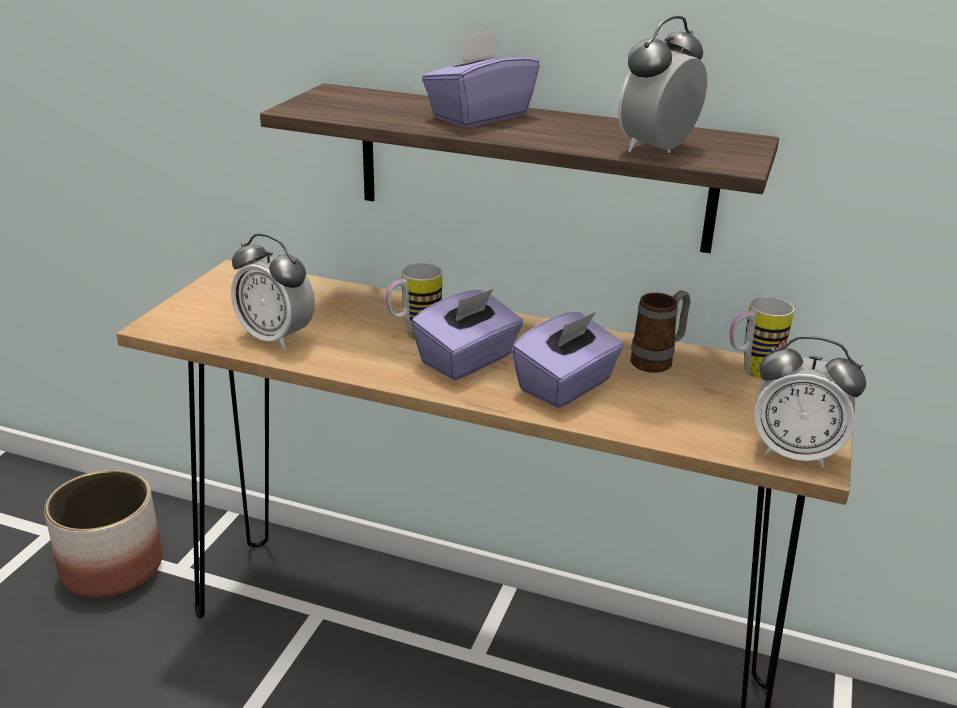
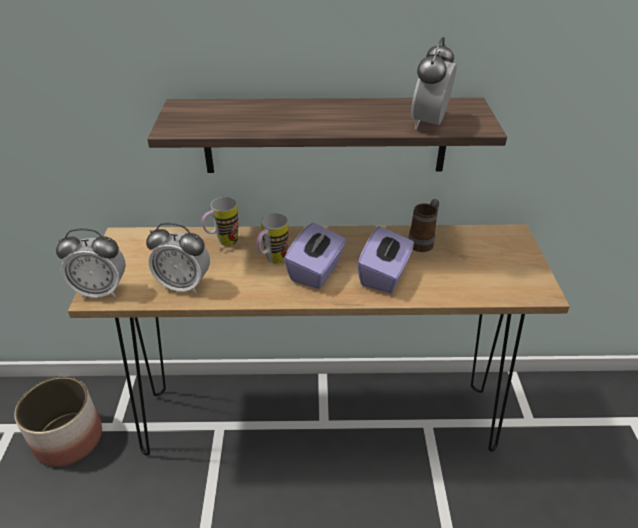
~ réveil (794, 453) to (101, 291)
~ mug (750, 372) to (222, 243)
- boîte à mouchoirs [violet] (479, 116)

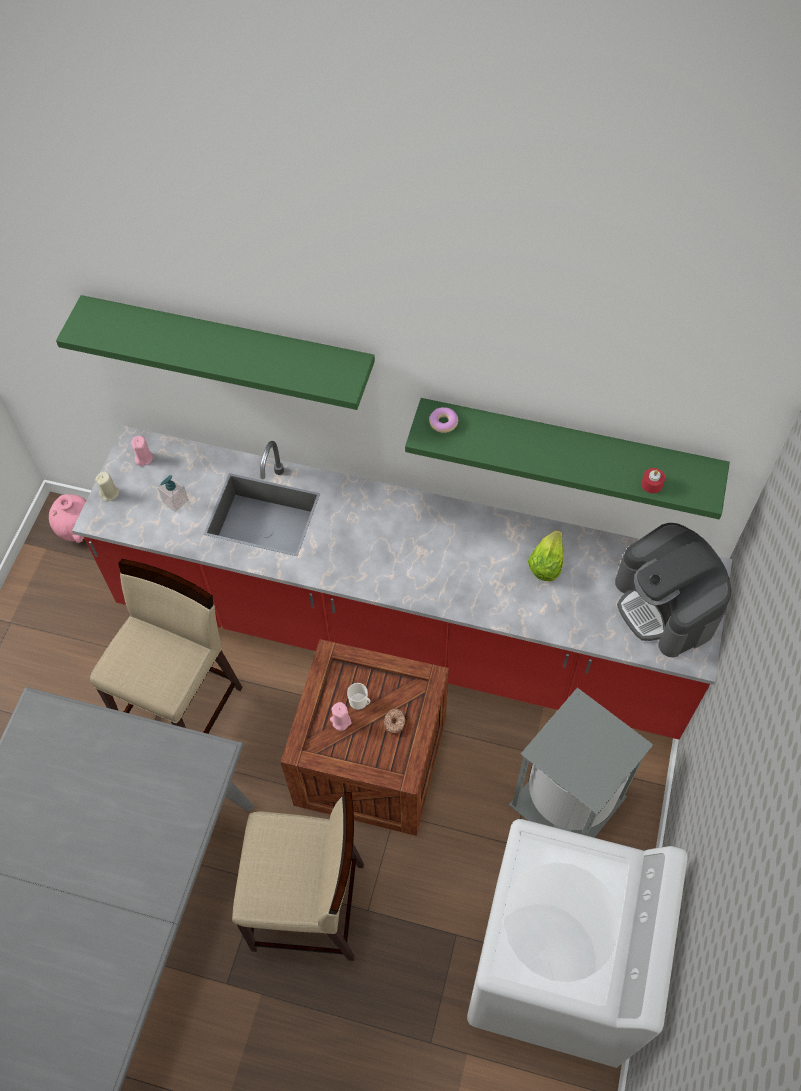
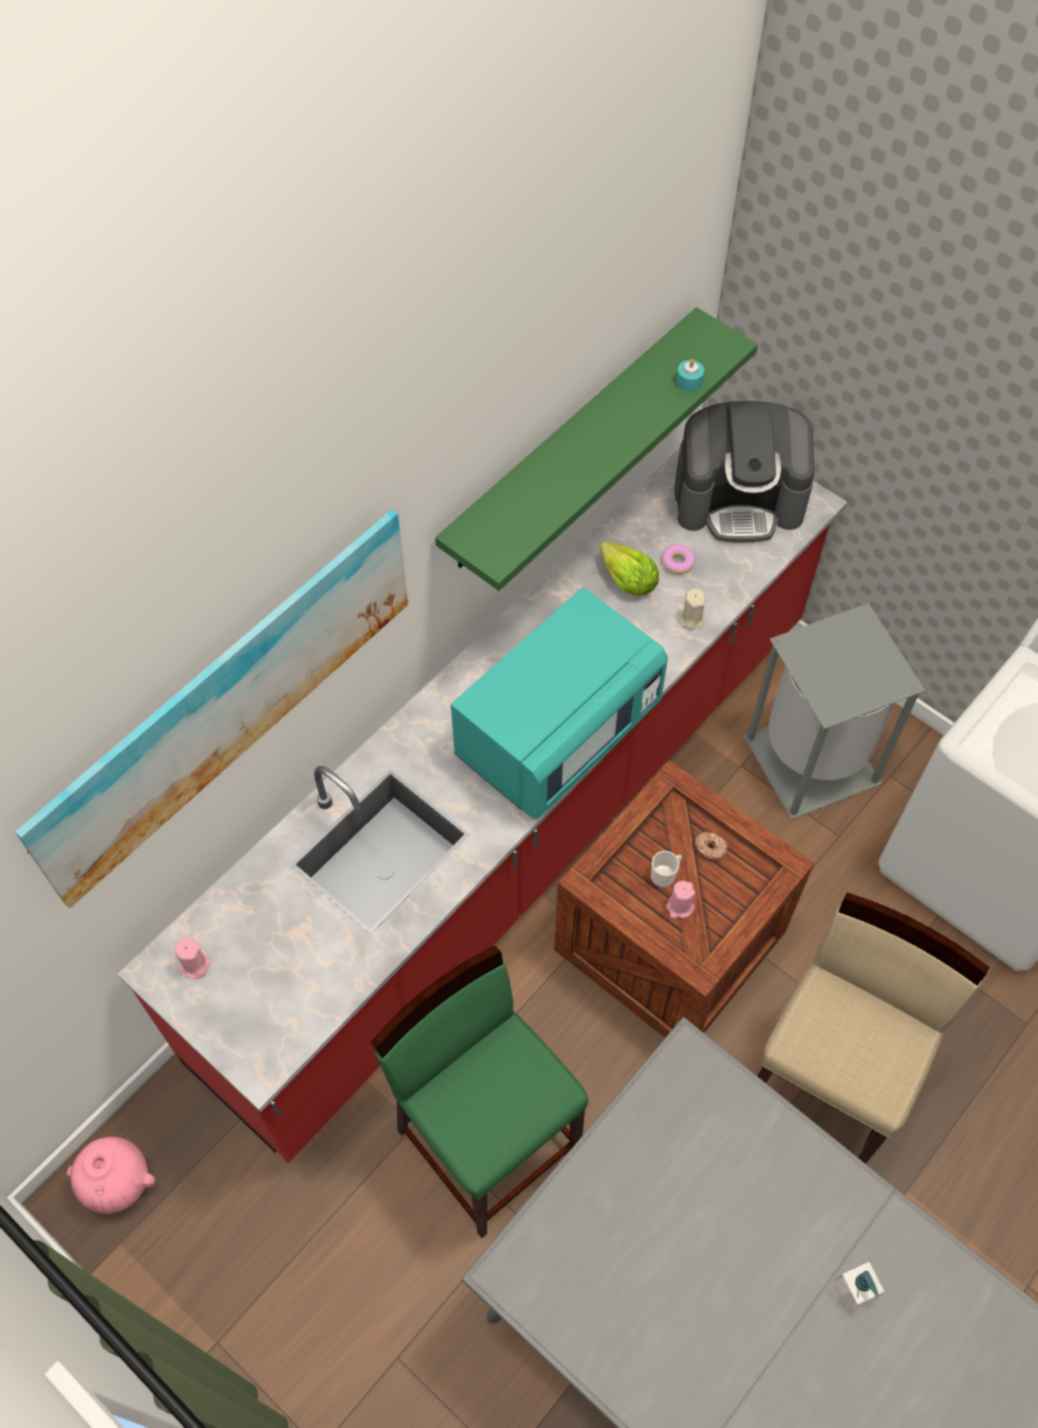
~ étagère [vert] (228, 343) to tableau (224, 699)
~ tabouret [beige] (184, 709) to tabouret [vert] (488, 1139)
+ micro-ondes [turquoise] (557, 731)
~ beignet (443, 422) to (677, 562)
~ bougie [rouge] (652, 484) to bougie [turquoise] (689, 382)
~ bougie [beige] (110, 493) to (691, 619)
~ distributeur de savon (175, 501) to (854, 1290)

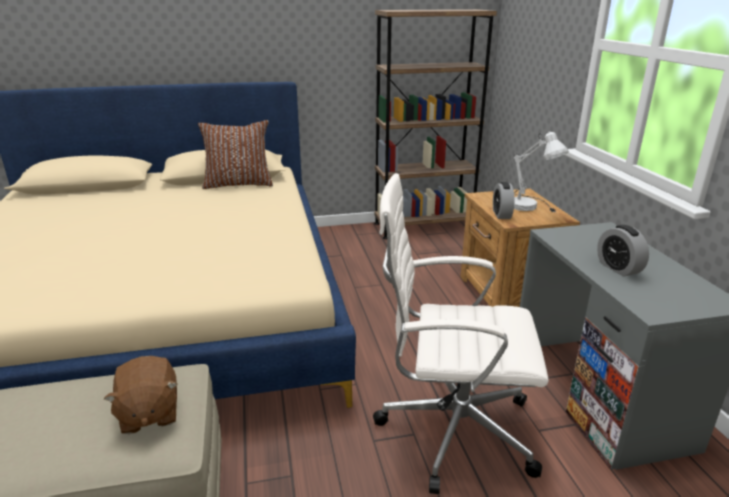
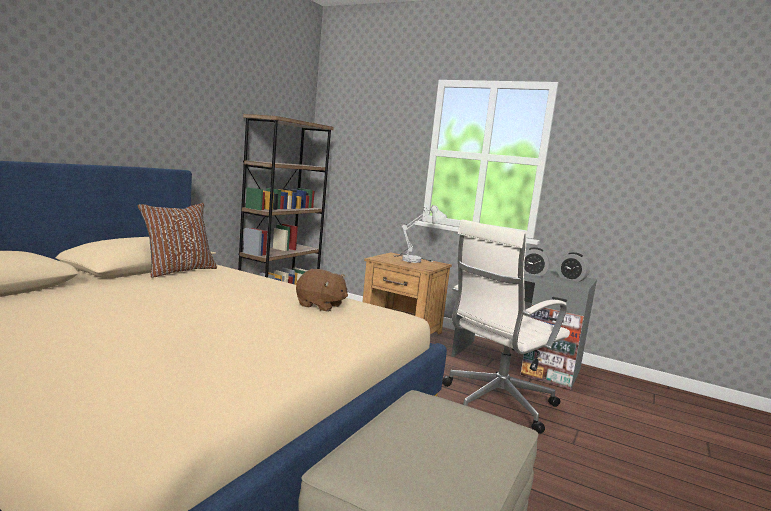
~ peluche [marron] (149, 414) to (320, 306)
~ réveil (501, 214) to (571, 279)

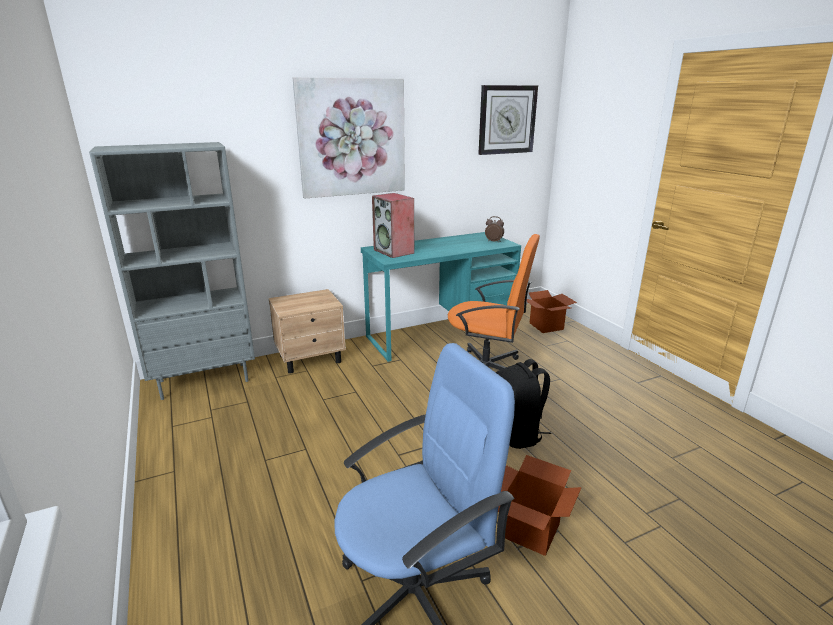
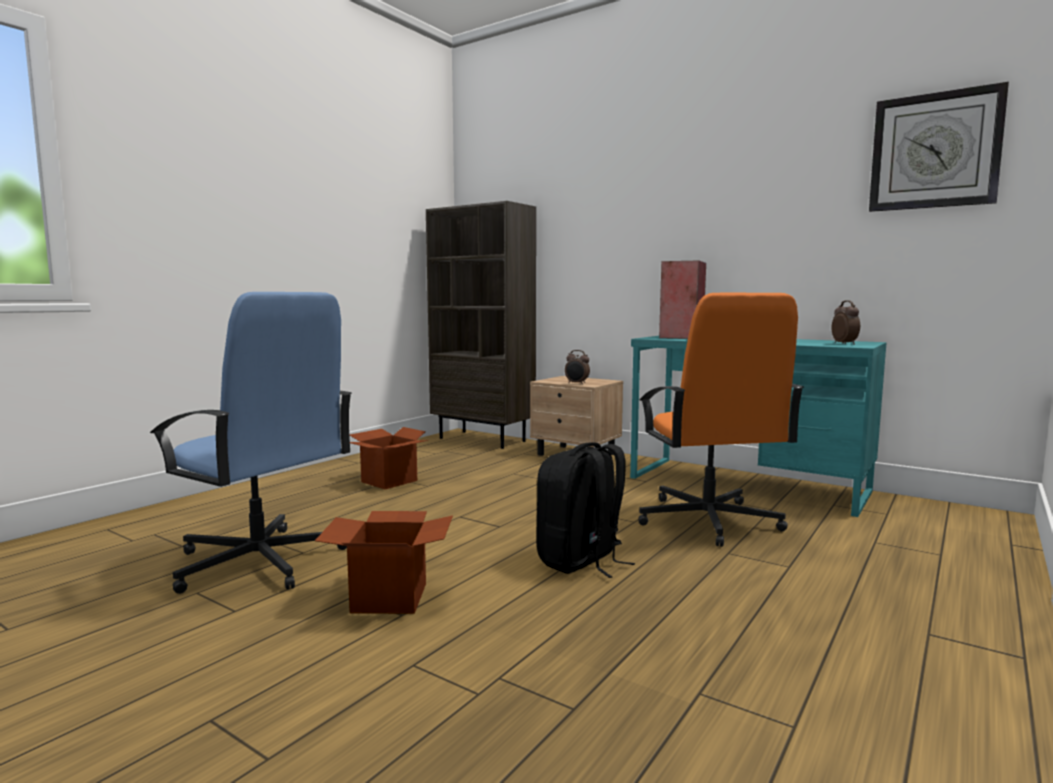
~ carton (546, 326) to (389, 481)
~ bibliothèque [gris] (205, 380) to bibliothèque [marron] (483, 439)
+ réveil (577, 383)
- tableau (352, 138)

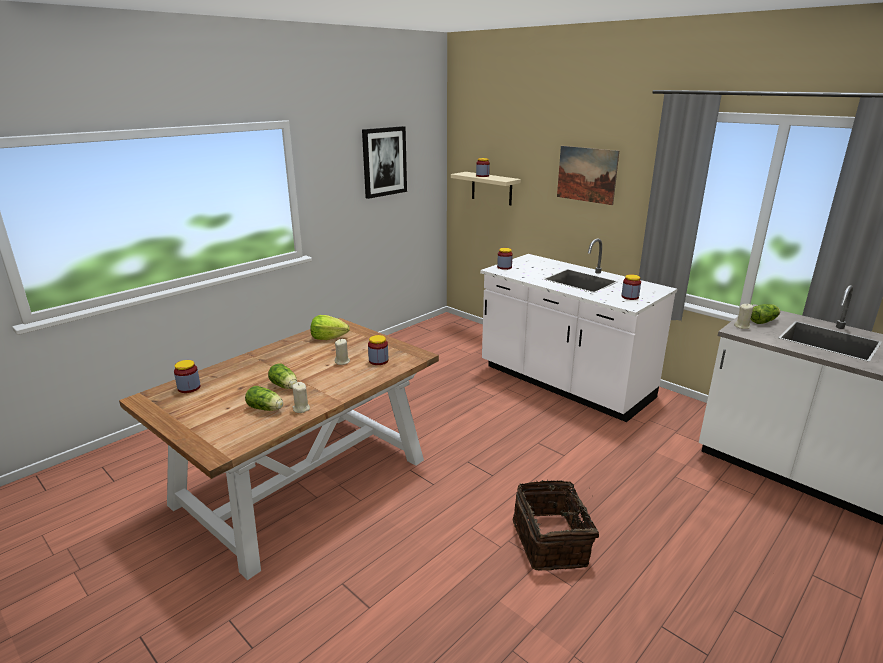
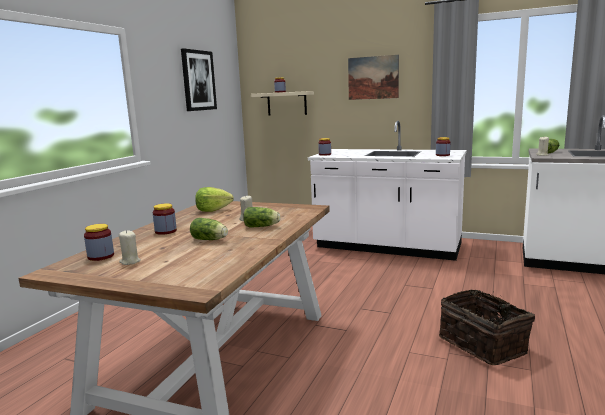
~ bougie [beige] (301, 408) to (130, 262)
~ bocal (378, 361) to (165, 231)
~ laitue (266, 409) to (262, 226)

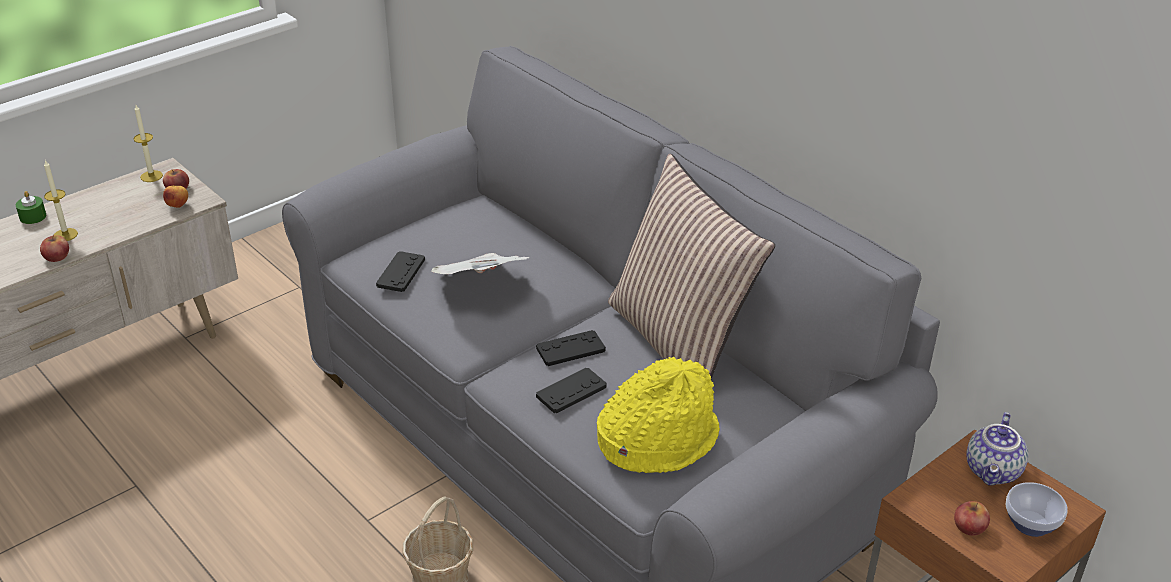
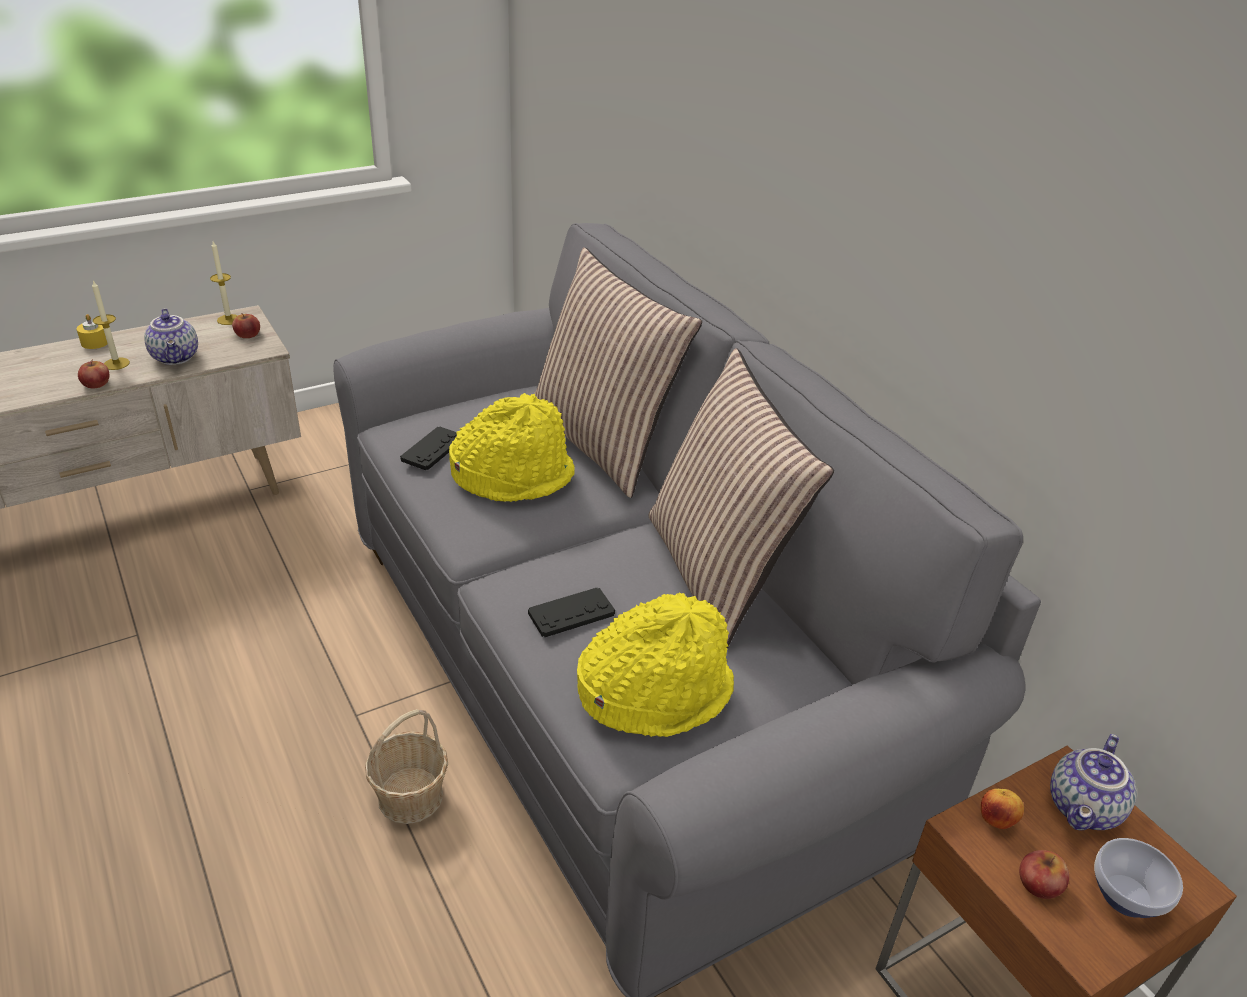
~ bougie [vert] (33, 217) to bougie [jaune] (95, 342)
+ théière (176, 357)
~ journal (481, 285) to chapeau [jaune] (513, 475)
+ coussin (603, 442)
~ pomme (178, 206) to (996, 820)
- manette [noir] (570, 349)

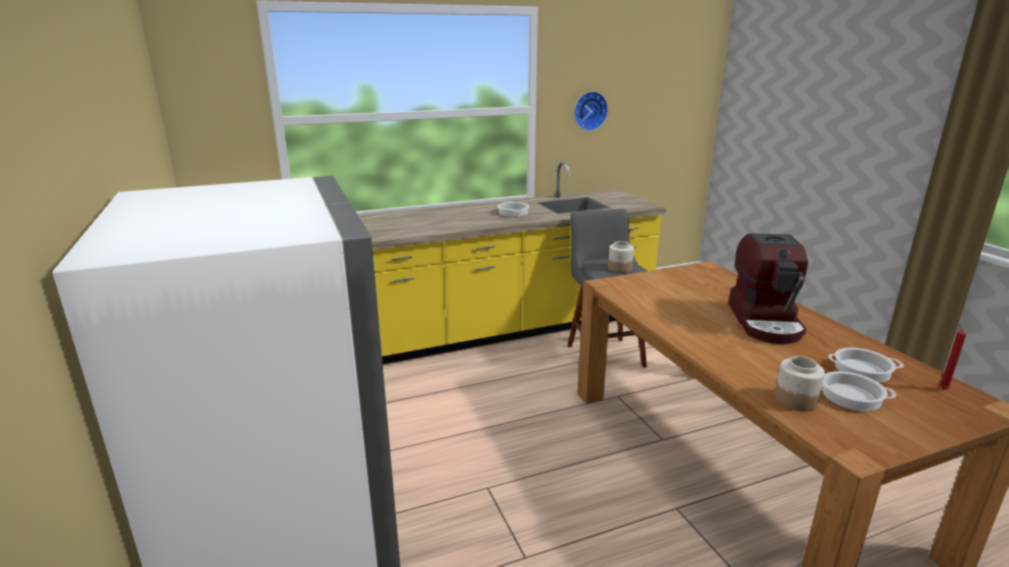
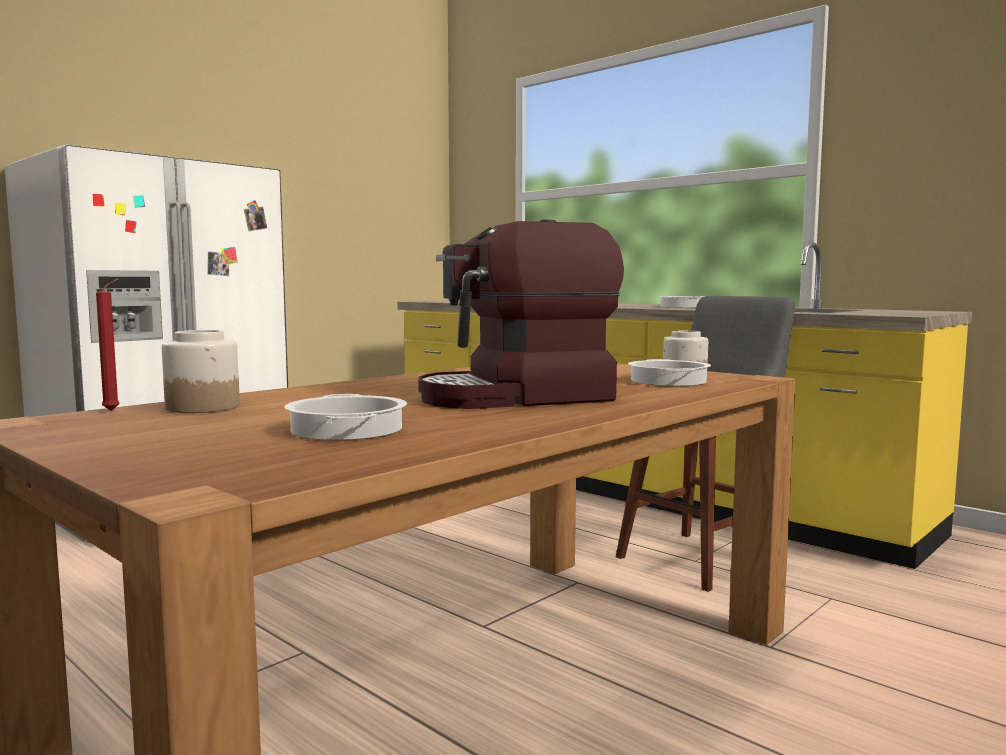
~ bougie [rouge] (942, 388) to (114, 411)
~ marmite (851, 396) to (669, 381)
- horloge murale (589, 111)

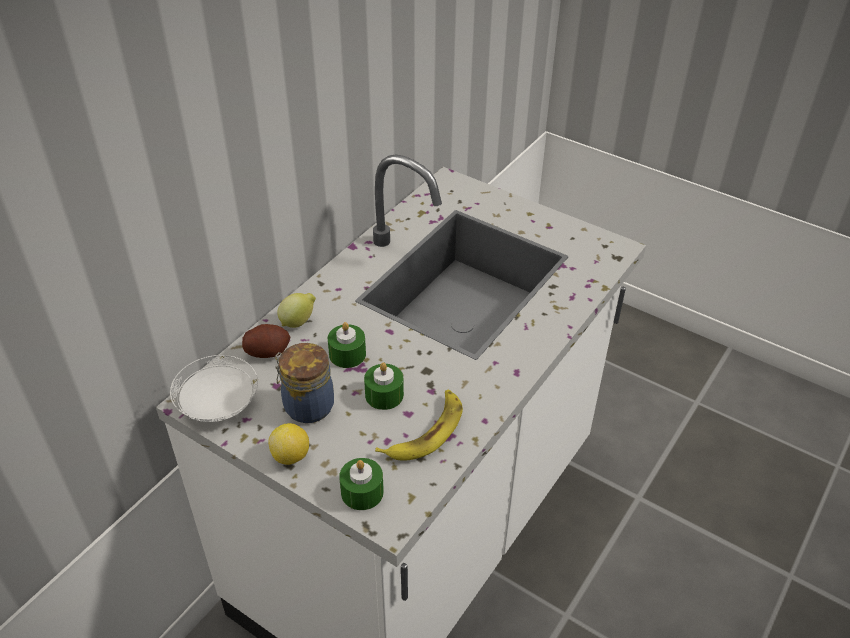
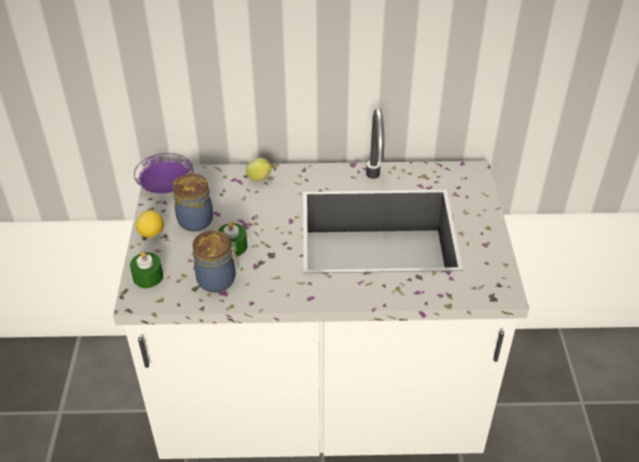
~ assiette [blanc] (219, 405) to assiette [violet] (166, 186)
~ banane (426, 431) to bocal (218, 280)
- pomme de terre (267, 351)
- bougie [vert] (347, 354)

